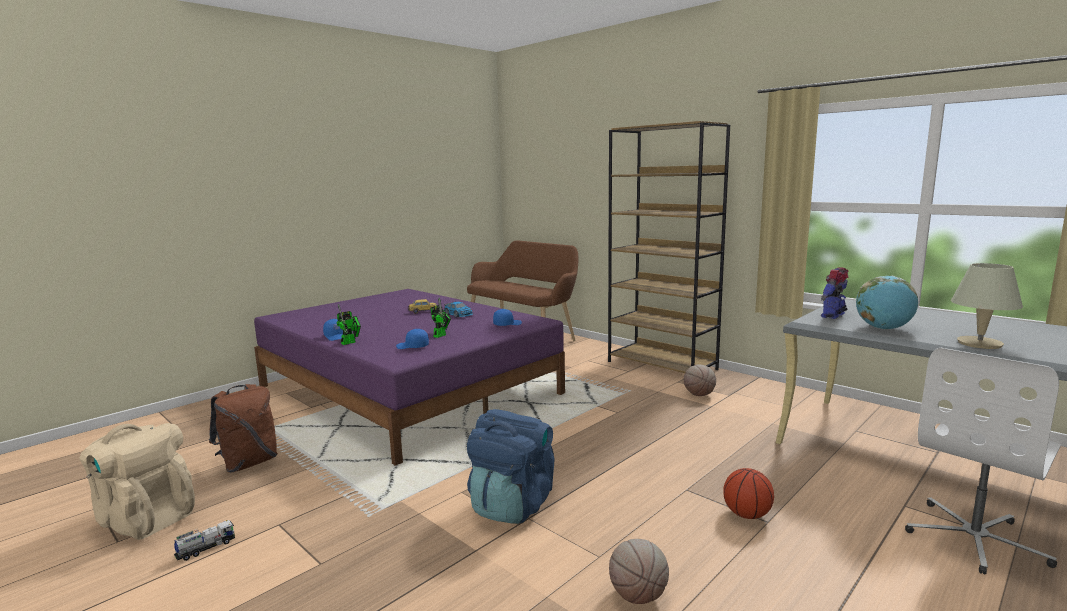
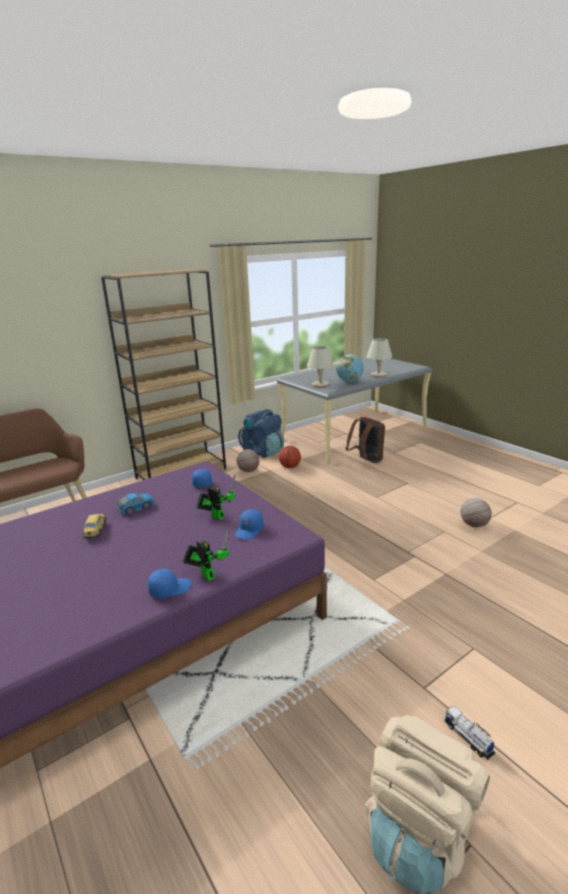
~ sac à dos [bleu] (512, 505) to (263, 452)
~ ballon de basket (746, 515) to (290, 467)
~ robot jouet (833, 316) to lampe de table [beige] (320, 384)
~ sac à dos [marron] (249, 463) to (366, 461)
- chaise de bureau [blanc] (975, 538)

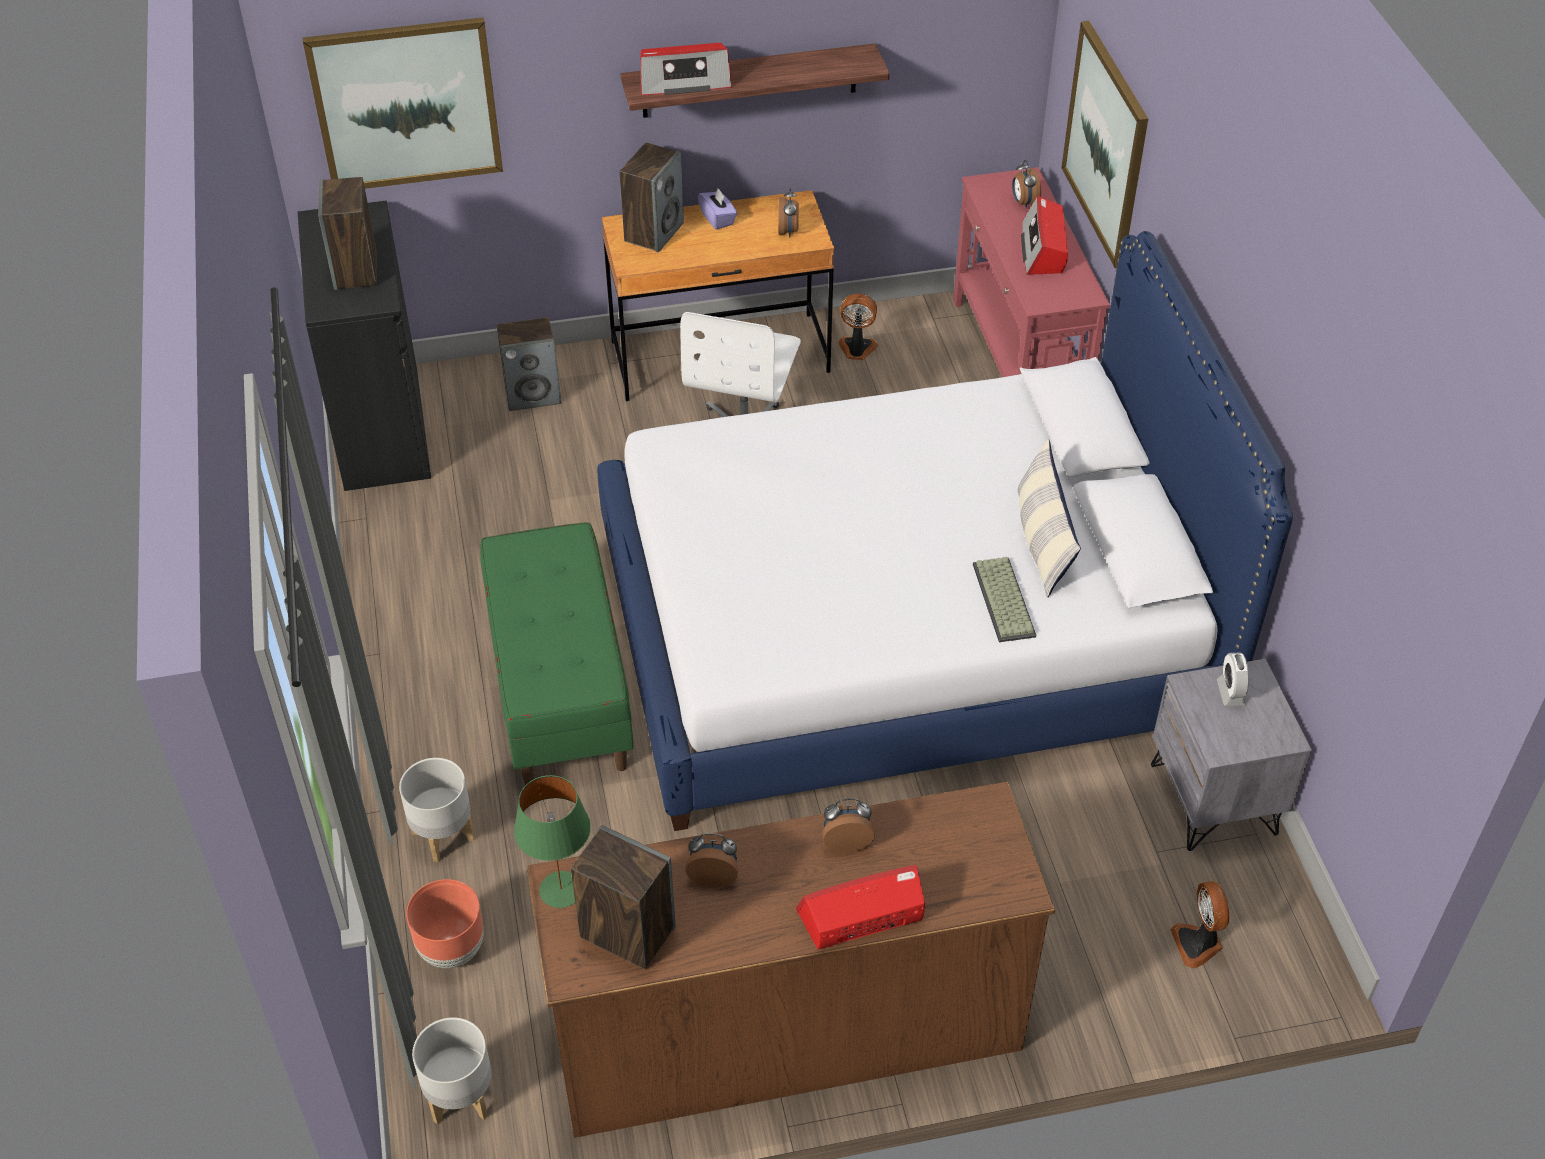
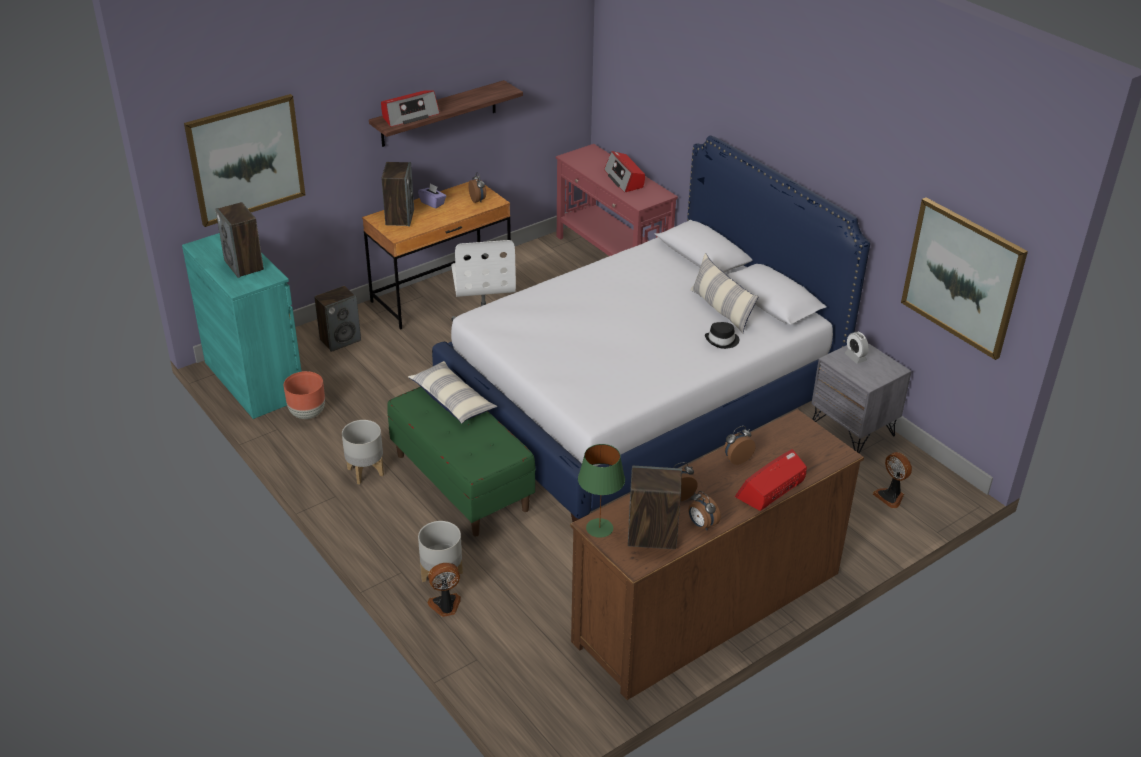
~ meuble de rangement [noir] (381, 427) to meuble de rangement [turquoise] (254, 380)
~ cache-pot [marron] (451, 949) to (307, 414)
~ cache-pot [gris] (460, 1097) to (365, 471)
+ coussin (452, 400)
~ ventilateur (857, 349) to (445, 606)
~ réveil (1023, 203) to (701, 525)
~ clavier (1005, 600) to chapeau [noir] (722, 340)
~ tableau (1106, 144) to (962, 277)

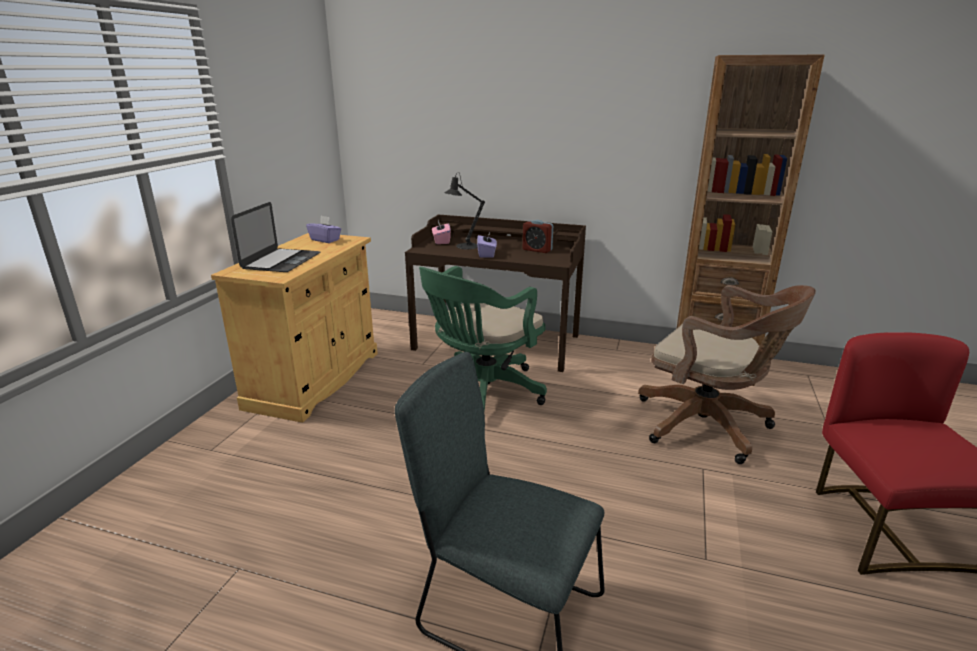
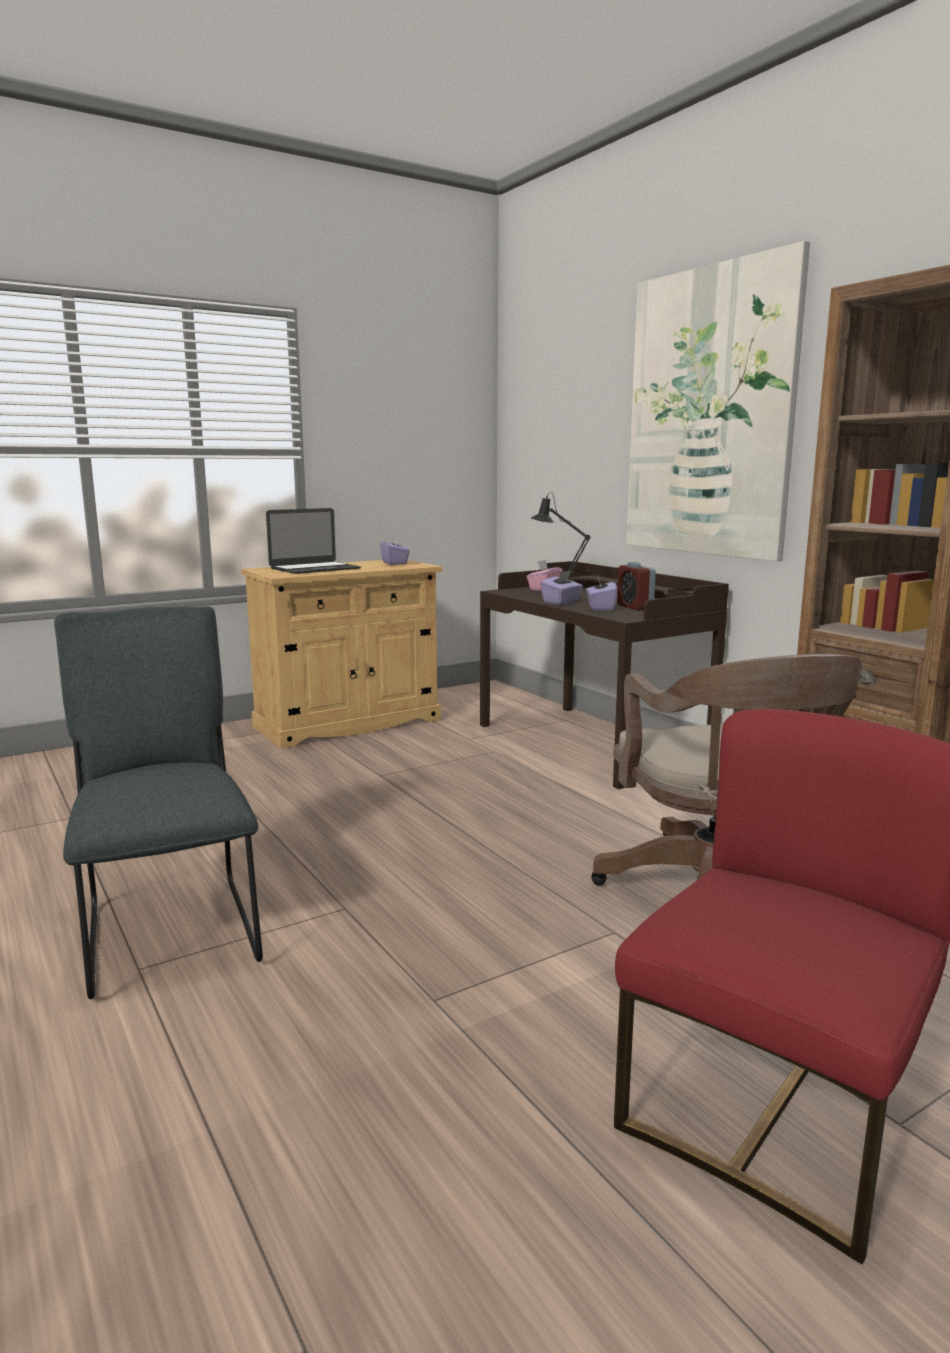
+ boîte à mouchoirs [violet] (600, 608)
+ tableau (708, 414)
- chaise de bureau [vert] (481, 393)

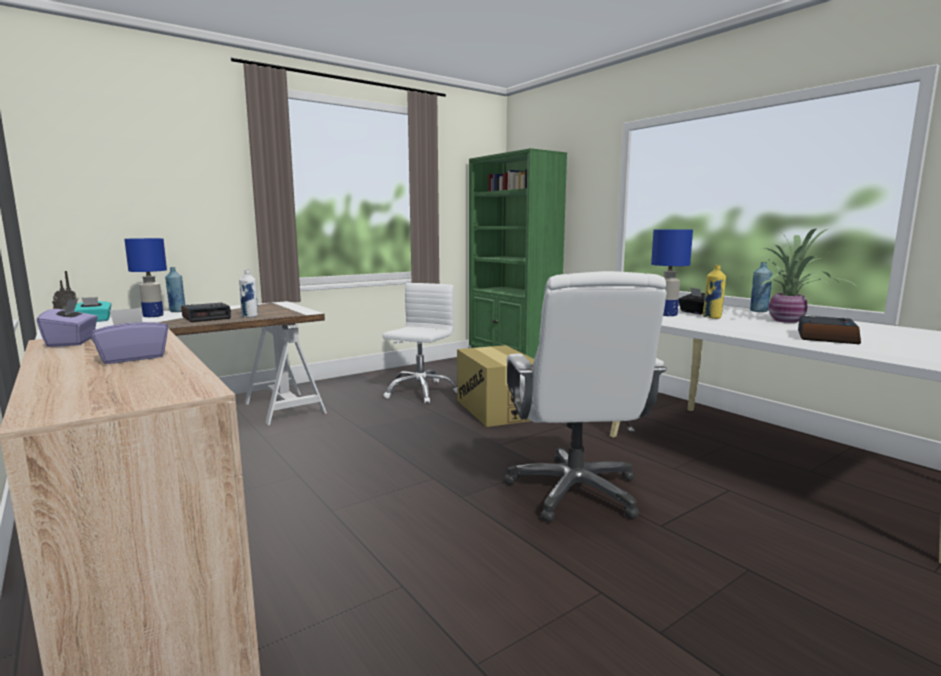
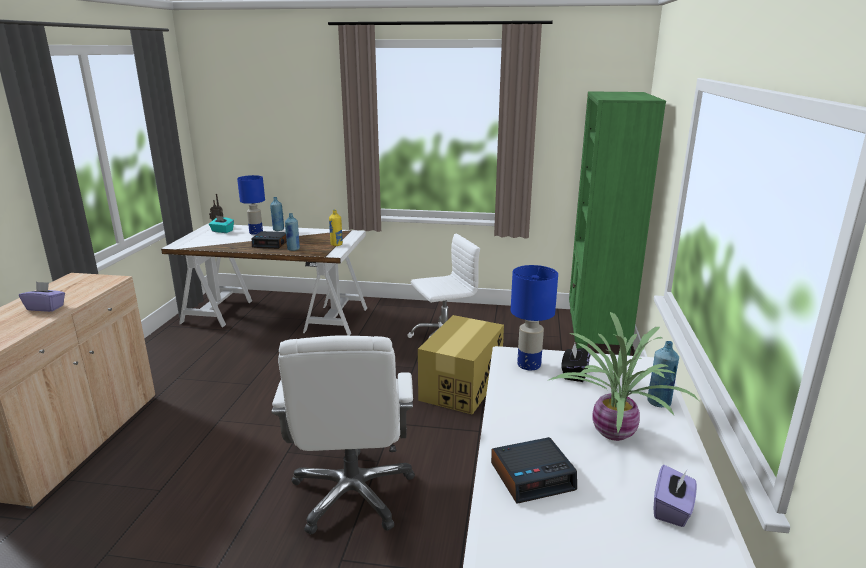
~ chaise de bureau [blanc] (575, 491) = (353, 493) 45 degrees counterclockwise
~ bouteille [blanc] (250, 316) to bouteille [bleu] (293, 249)
~ bouteille [jaune] (712, 317) to (336, 244)
~ boîte à mouchoirs [violet] (72, 342) to (672, 509)

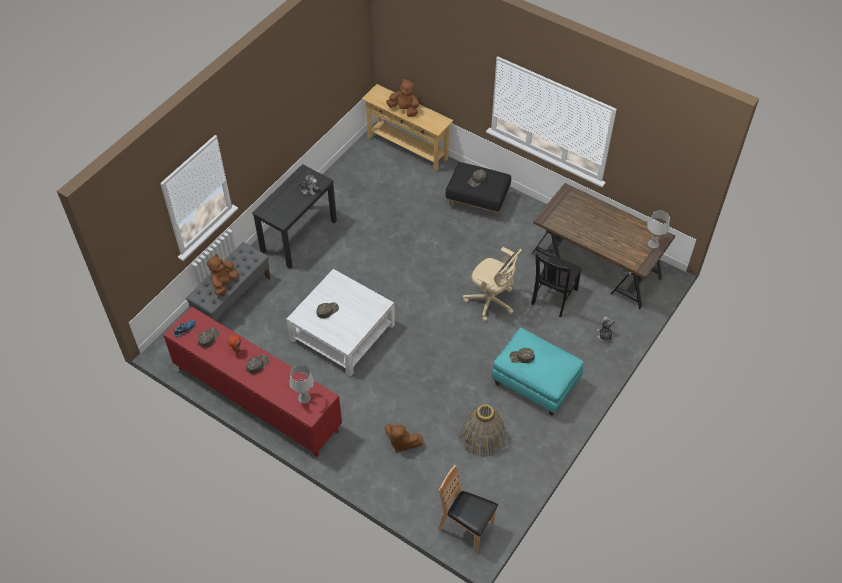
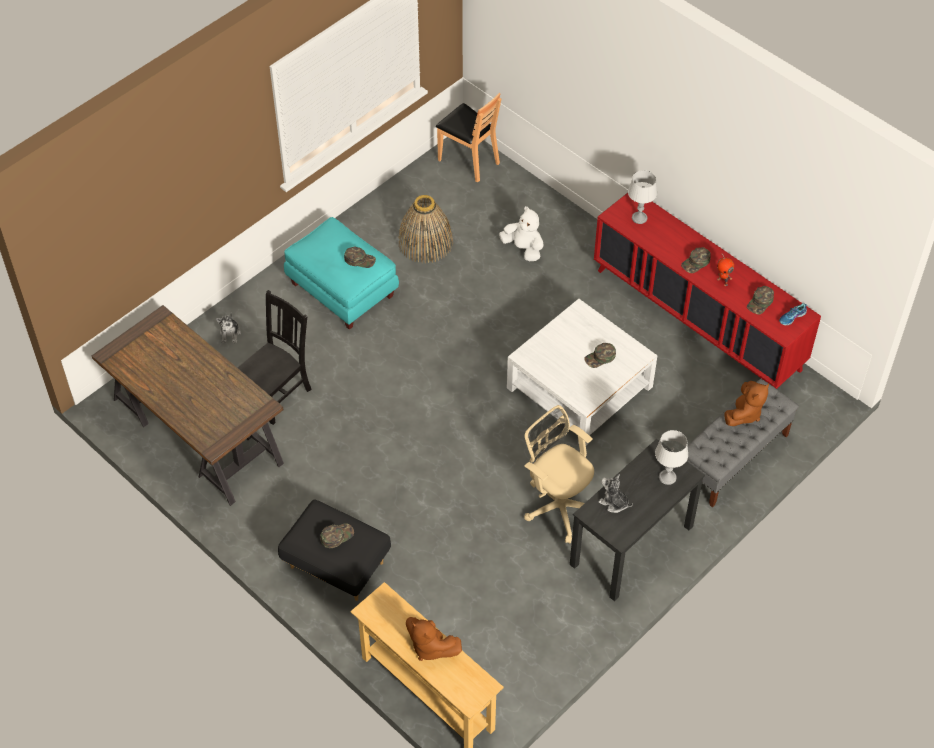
~ peluche [marron] (401, 442) to peluche [blanc] (523, 248)
~ chaise de bureau [beige] (491, 302) to (558, 505)
~ lampe de table [gris] (653, 244) to (667, 477)

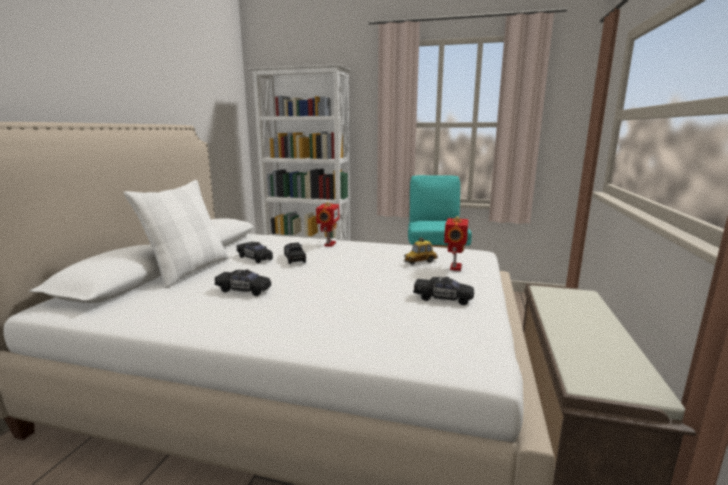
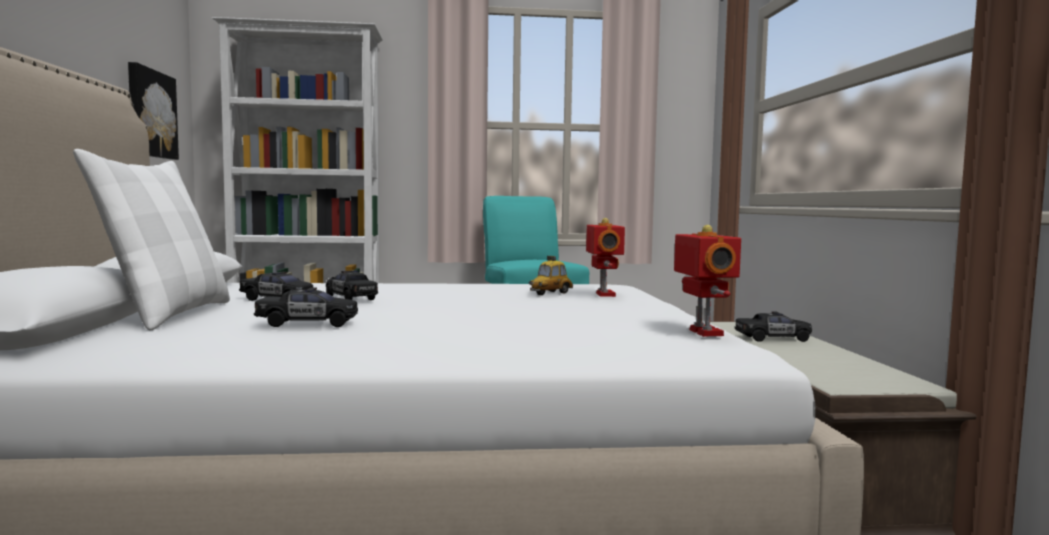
+ tableau (150, 114)
~ robot jouet (329, 244) to (703, 332)
~ petite voiture [noir] (443, 298) to (773, 338)

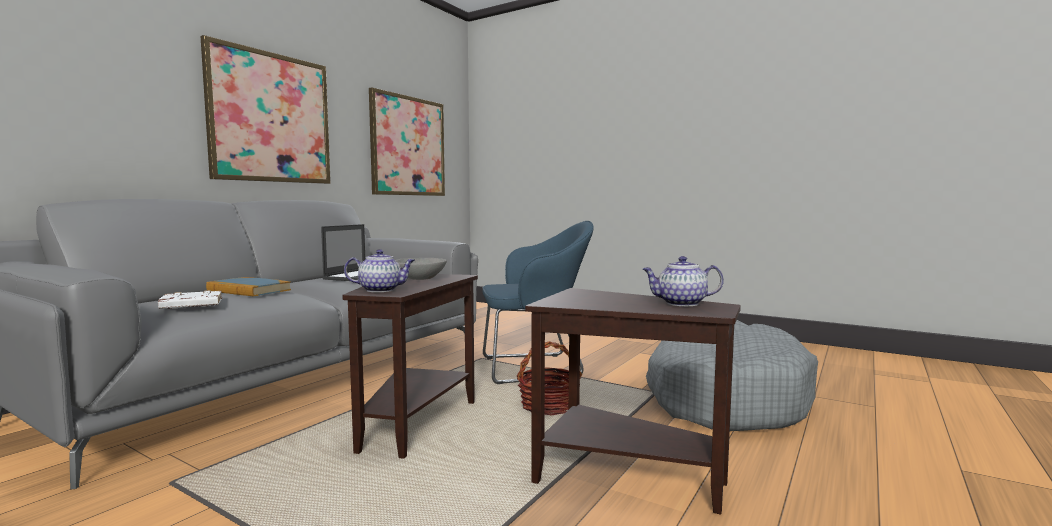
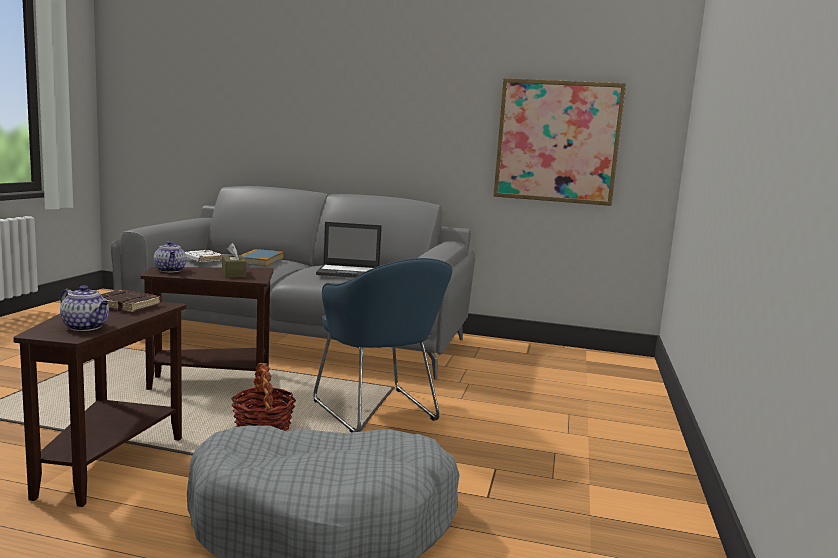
~ théière (680, 303) = (86, 327) 135 degrees clockwise
+ livre [marron] (127, 305)
~ bol [gris] (421, 278) to boîte à mouchoirs [marron] (233, 273)
- tableau (270, 118)

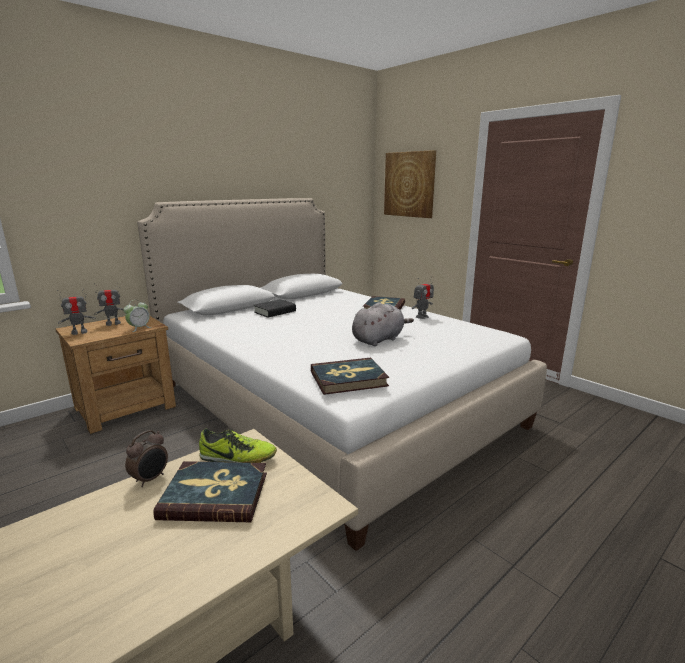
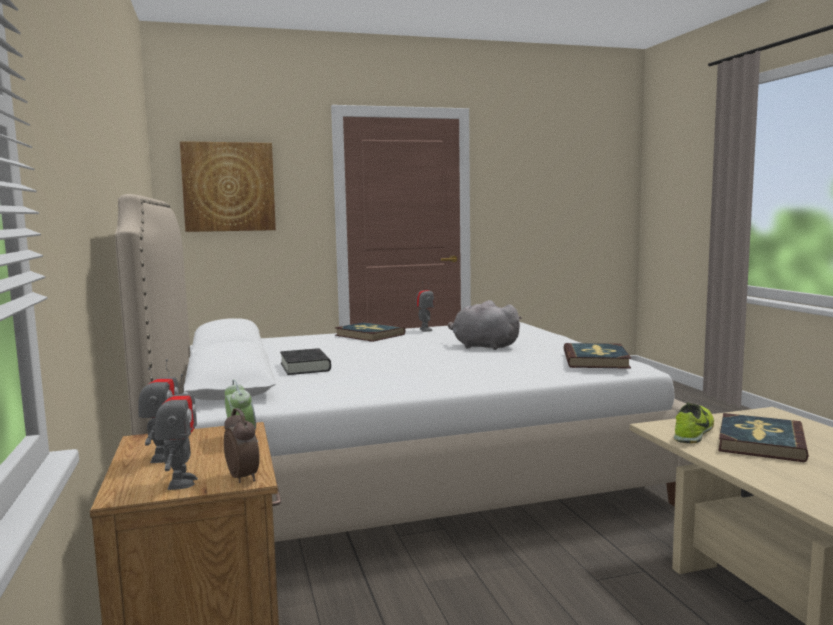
~ réveil (150, 479) to (243, 477)
~ peluche [gris] (379, 339) = (483, 346) 45 degrees counterclockwise

